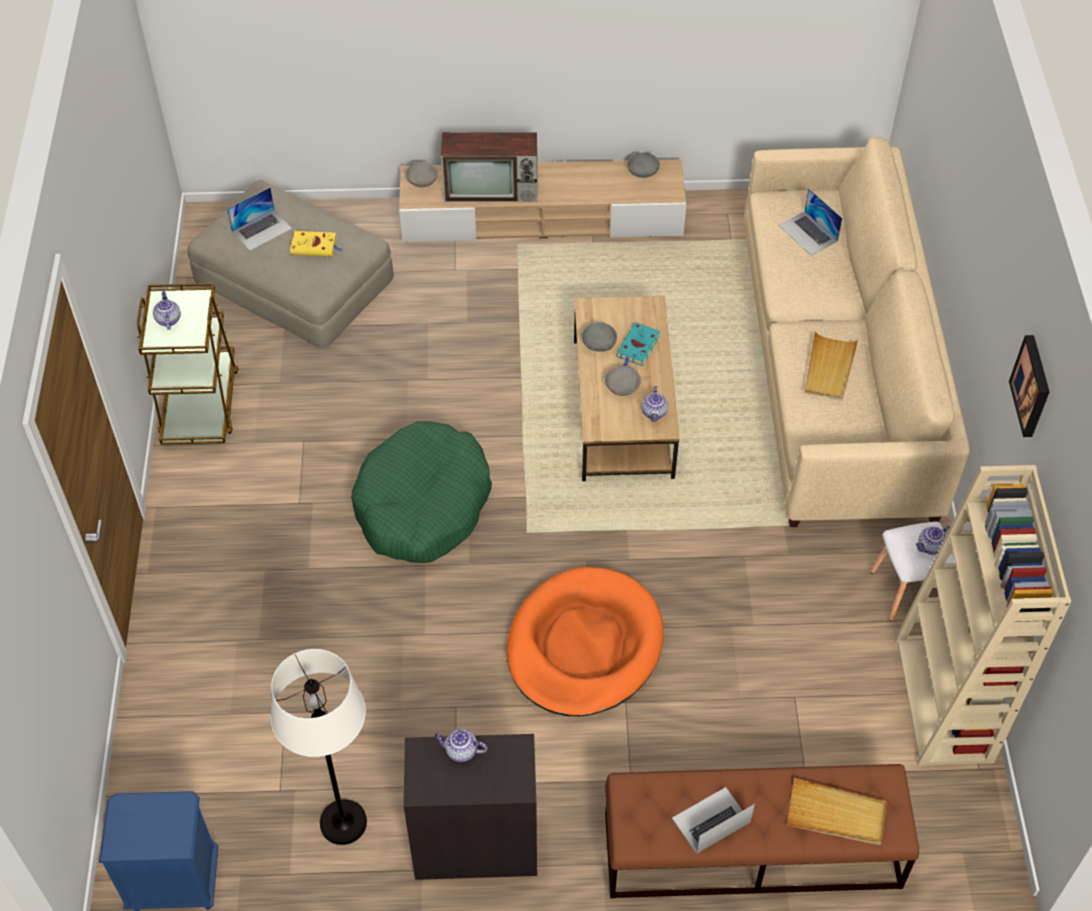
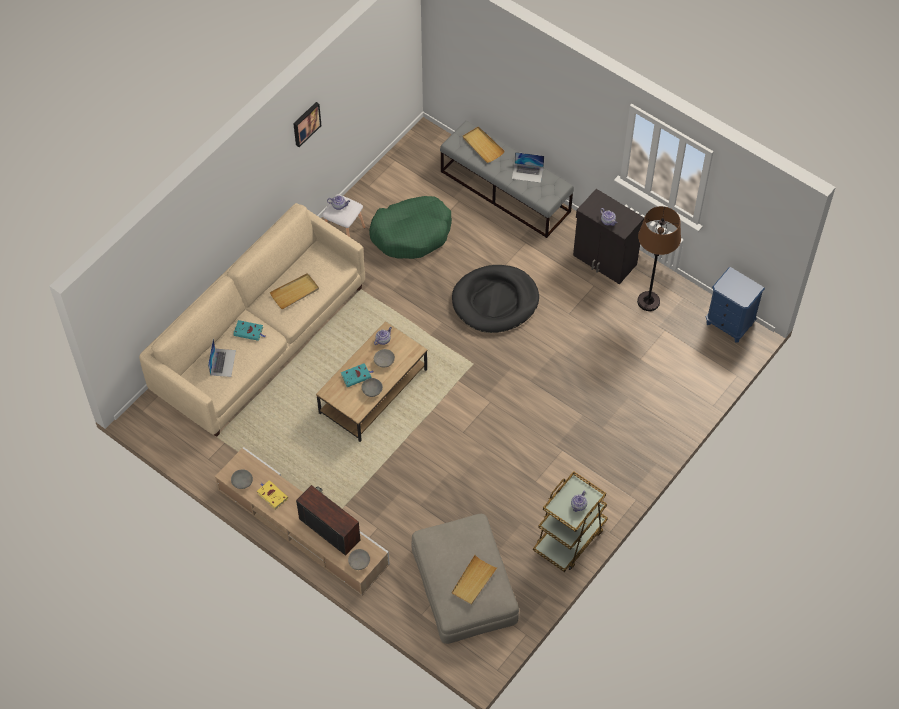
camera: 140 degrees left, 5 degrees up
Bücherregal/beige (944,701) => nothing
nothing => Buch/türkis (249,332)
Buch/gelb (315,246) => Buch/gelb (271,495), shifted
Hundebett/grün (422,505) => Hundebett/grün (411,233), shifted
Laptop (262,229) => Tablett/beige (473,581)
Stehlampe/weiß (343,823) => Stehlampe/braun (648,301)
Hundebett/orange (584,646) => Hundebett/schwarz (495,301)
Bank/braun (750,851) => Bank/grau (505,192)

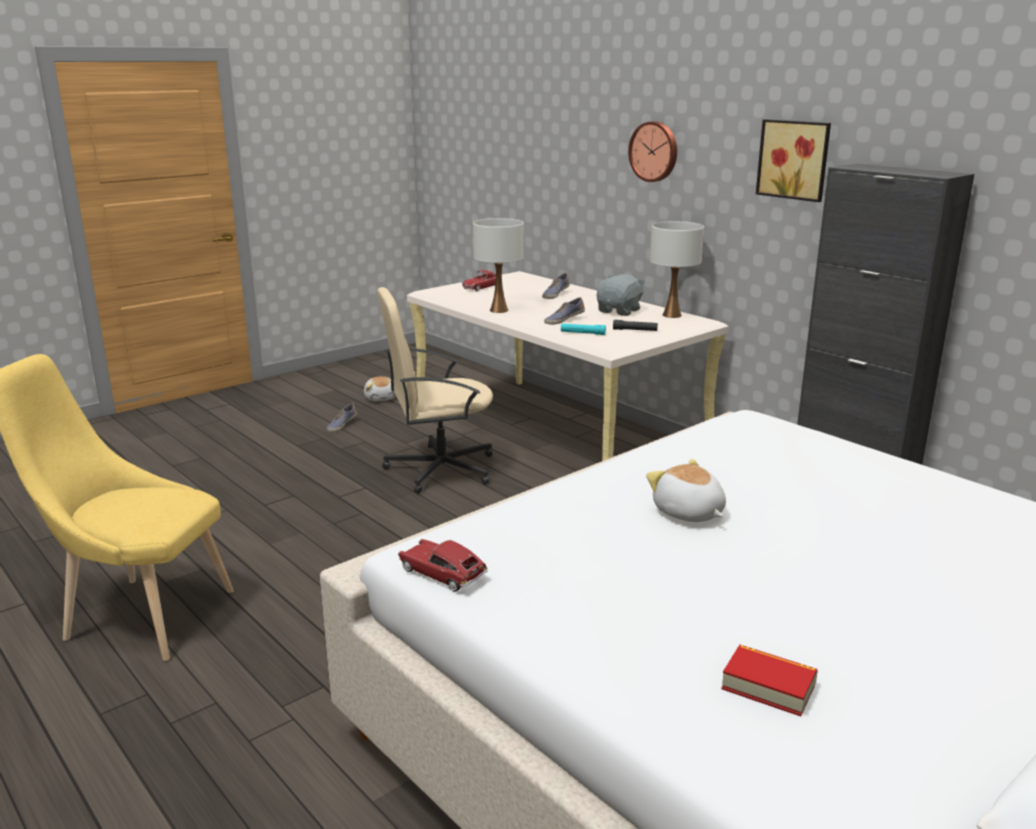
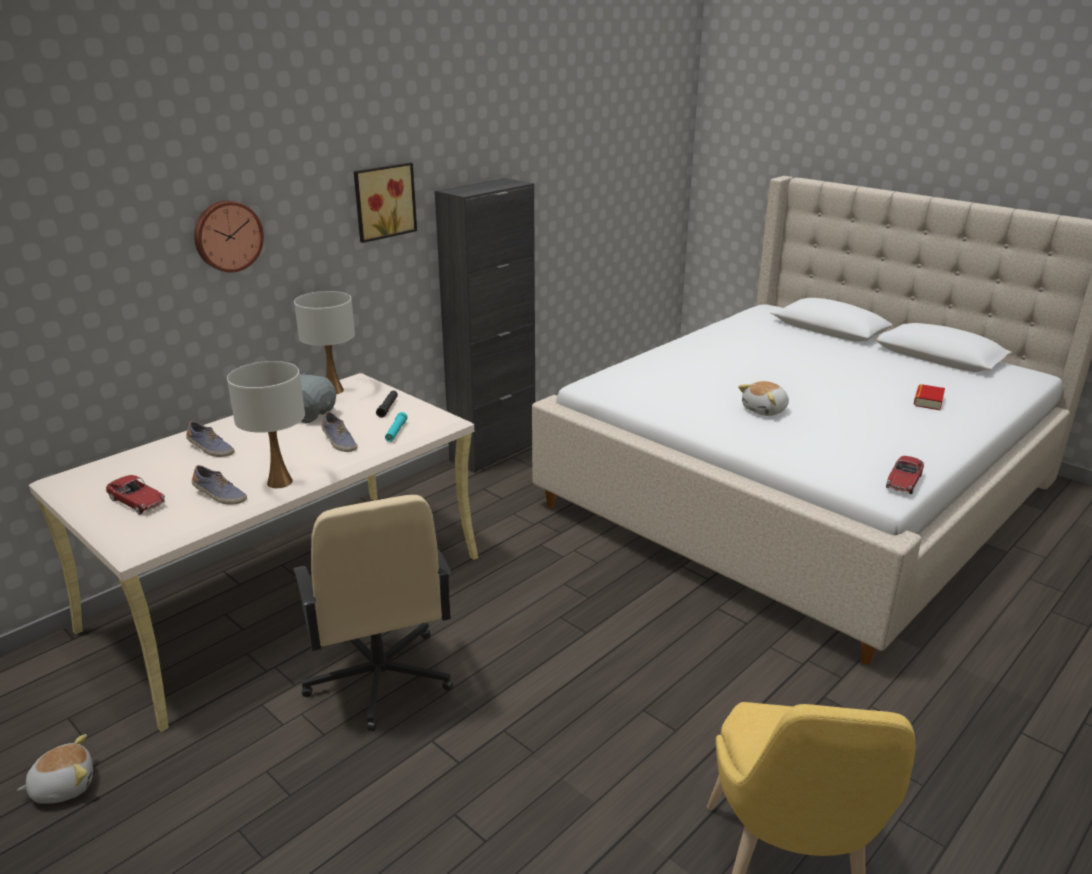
camera: 95 degrees left, 5 degrees up
Schuh (341,425) => Schuh (219,496), shifted

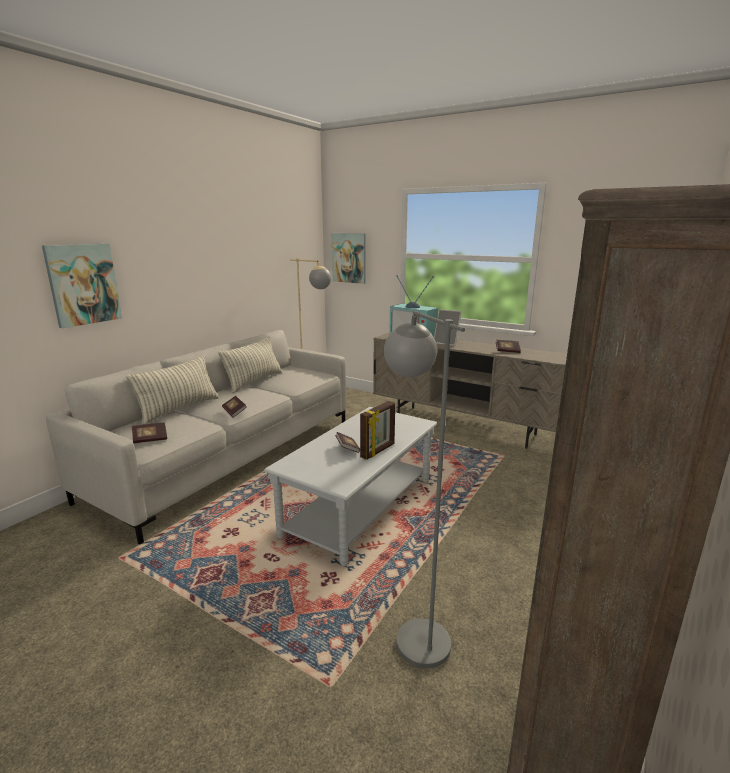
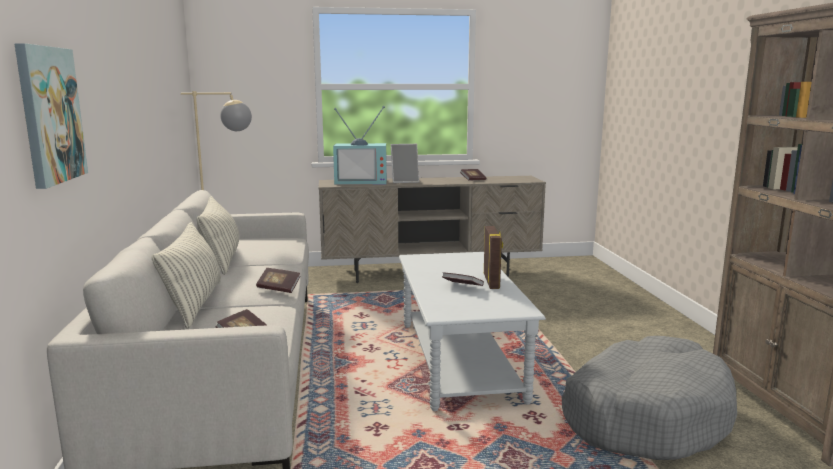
camera: 40 degrees left, 5 degrees down
Bild (349,258) => nothing
Stehlampe/grau (413,629) => Hundebett/grau (645,416)

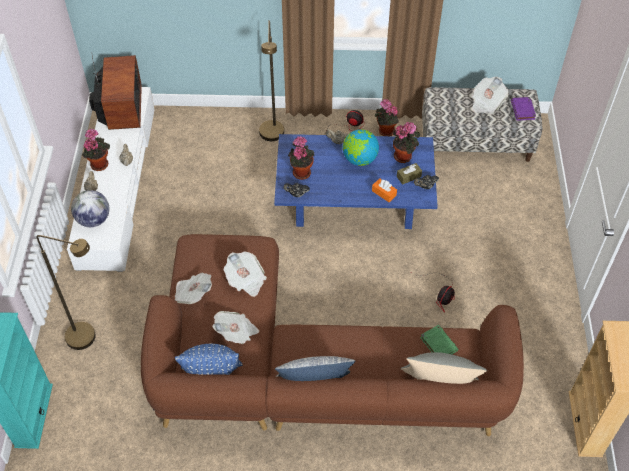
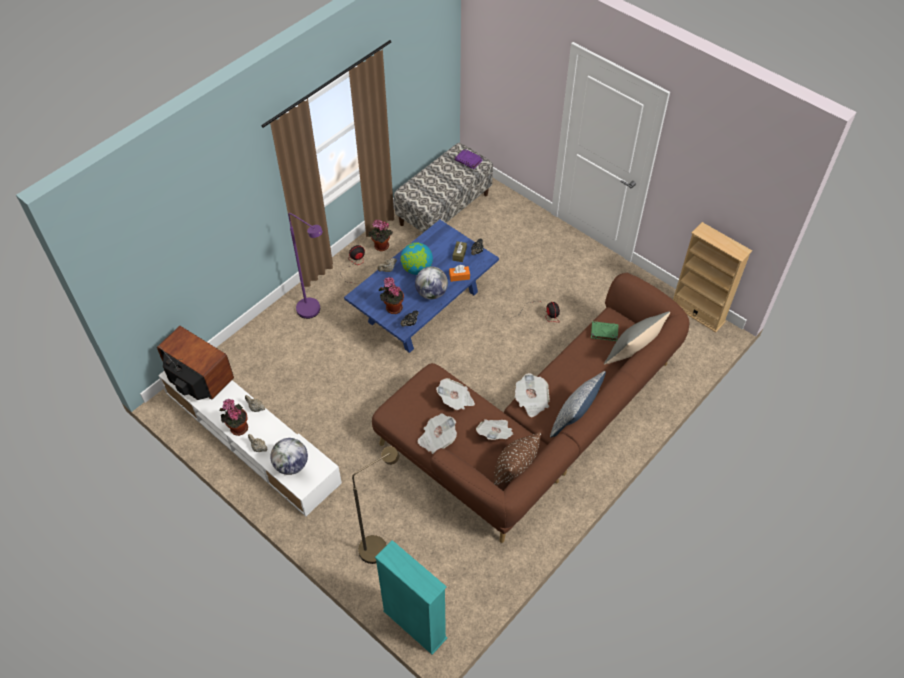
camera: 50 degrees left, 0 degrees up
Topfpflanze (404,156) => nothing
nothing => Globus (431,293)
Zeitung (486,103) => Zeitung (531,401), shifted
Kissen/blau (212,374) => Kissen/braun (514,470)
Stehlampe/braun (272,137) => Stehlampe/lila (314,312)

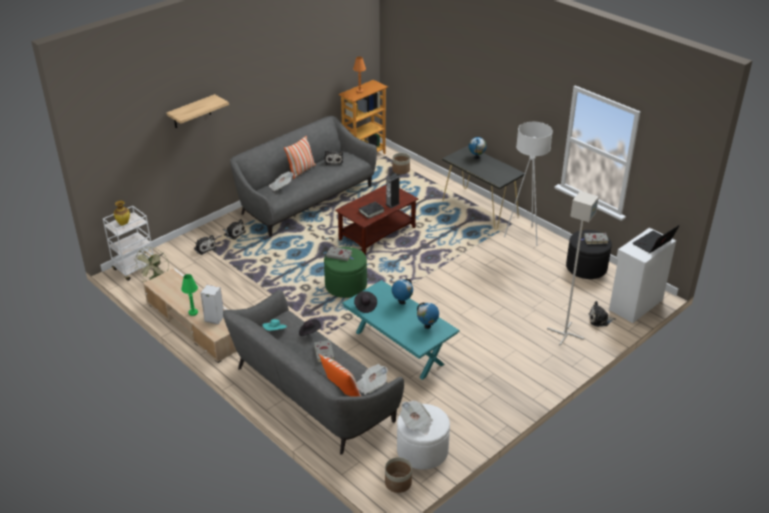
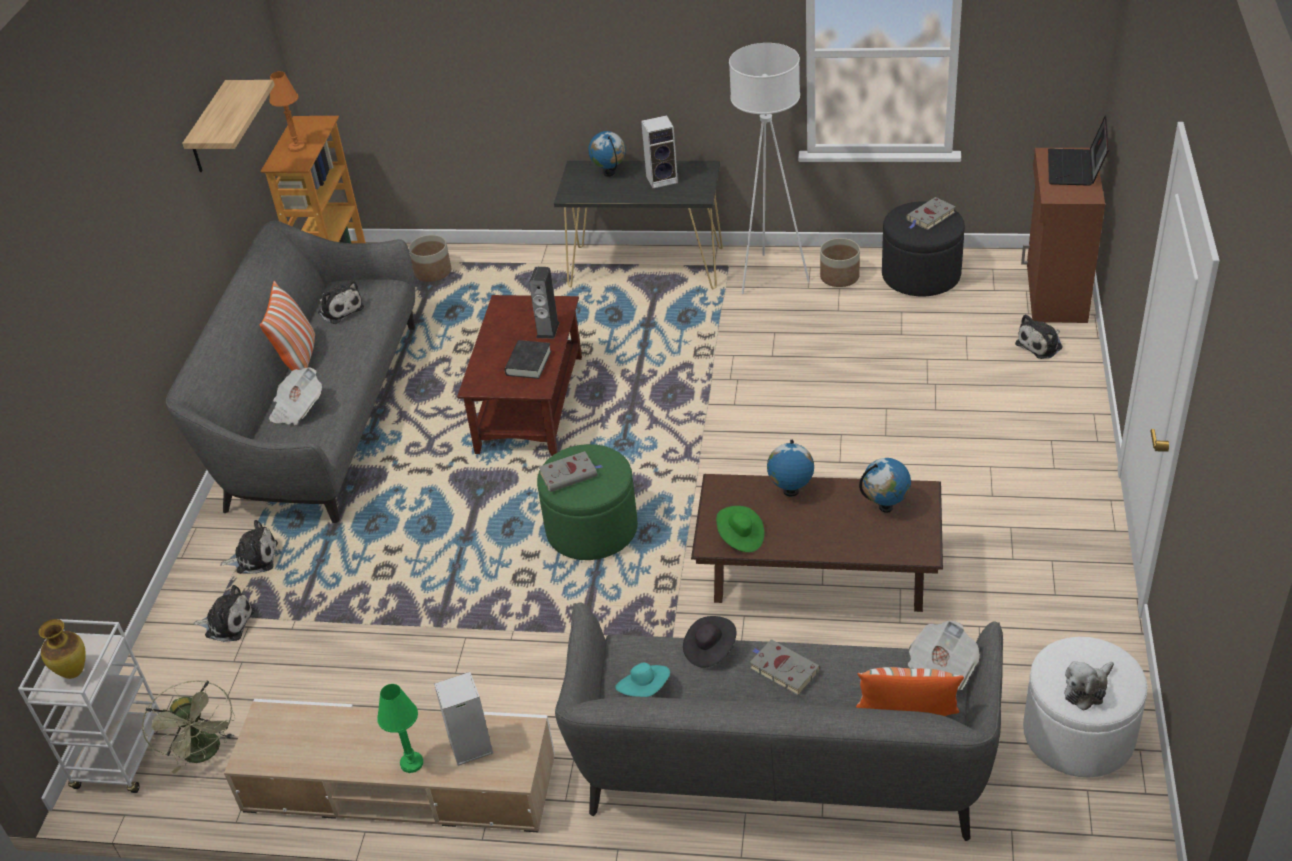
camera: 35 degrees left, 5 degrees up
Stehlampe/grau (565,334) => nothing
nothing => Lautsprecher (663,179)
Wandregal (192,112) => Wandregal (209,129), shifted
Pflanzkübel (398,483) => Pflanzkübel (840,277), shifted
Zeitung (416,424) => Plüschtier (1087,689)
Couchtisch/türkis (399,348) => Couchtisch/braun (818,582)
Hut/schwarz (365,306) => Hut/grün (740,538)
Schrank/weiß (635,304) => Schrank/braun (1054,293)

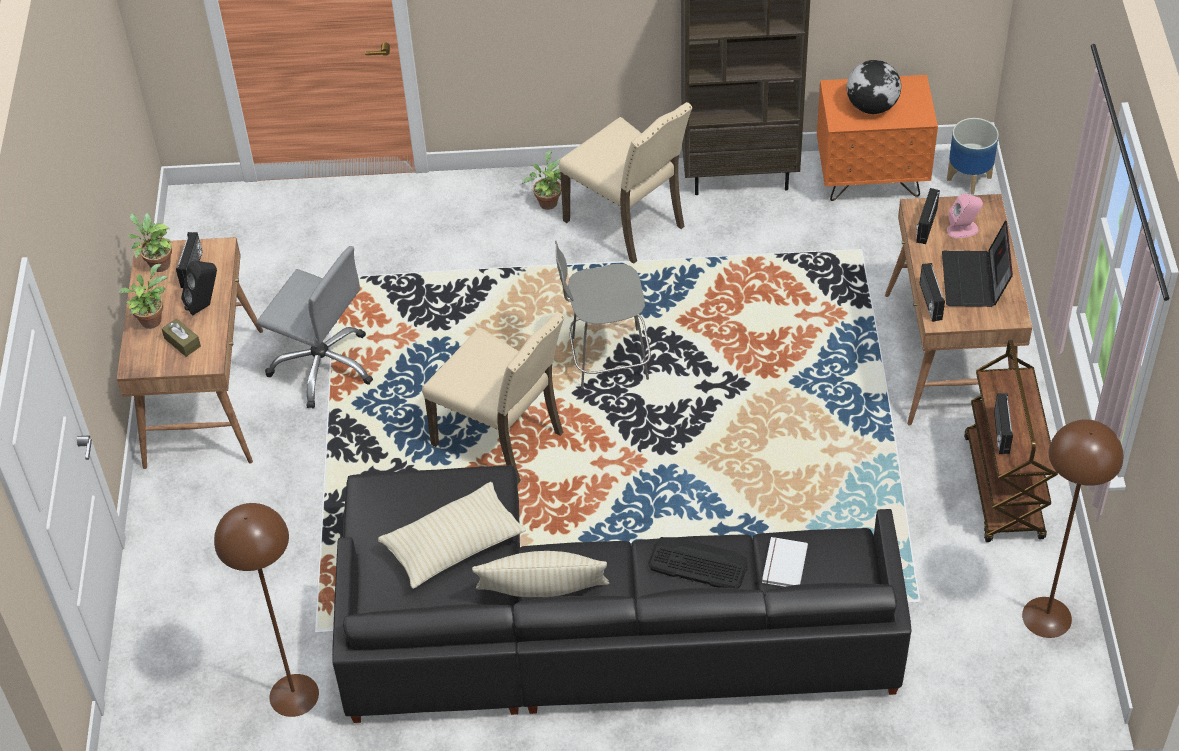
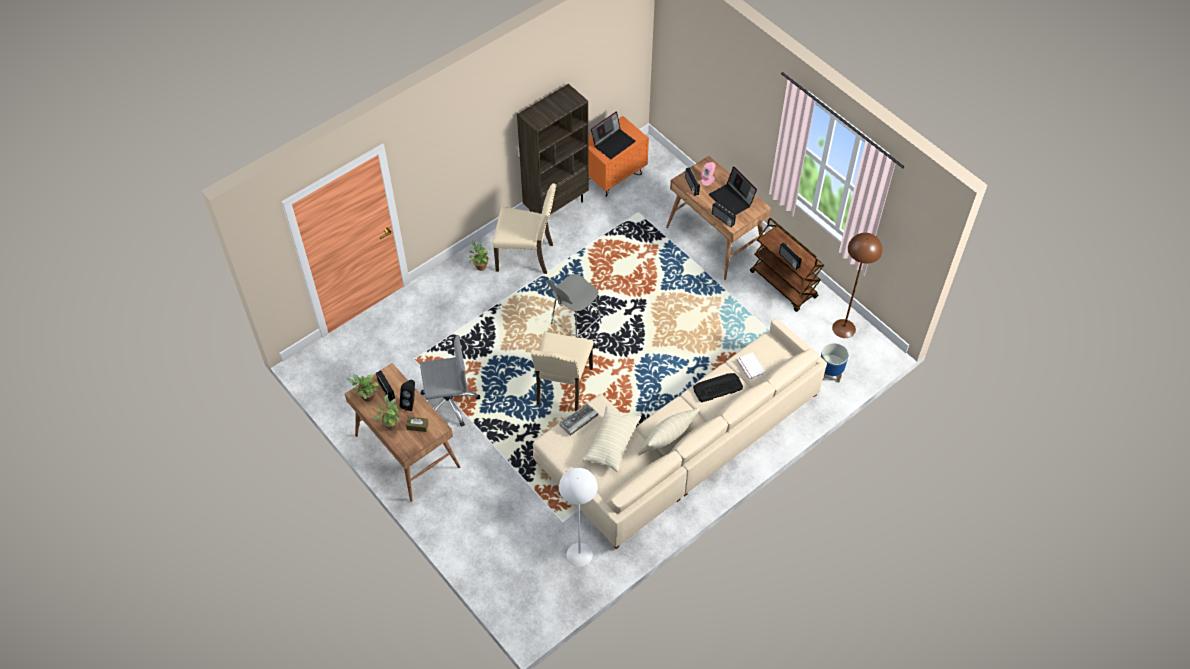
camera: 40 degrees left, 5 degrees up
nothing => Tastatur (578,421)
Pflanzkübel (968,179) => Pflanzkübel (829,374), shifted
Globus (872,106) => Laptop (613,142)
Stehlampe/braun (293,695) => Stehlampe/weiß (579,554)
Sofa/schwarz (587,633) => Sofa/beige (676,448)
Stuhl/beige (502,438) => Stuhl/beige (562,387), 105 degrees clockwise

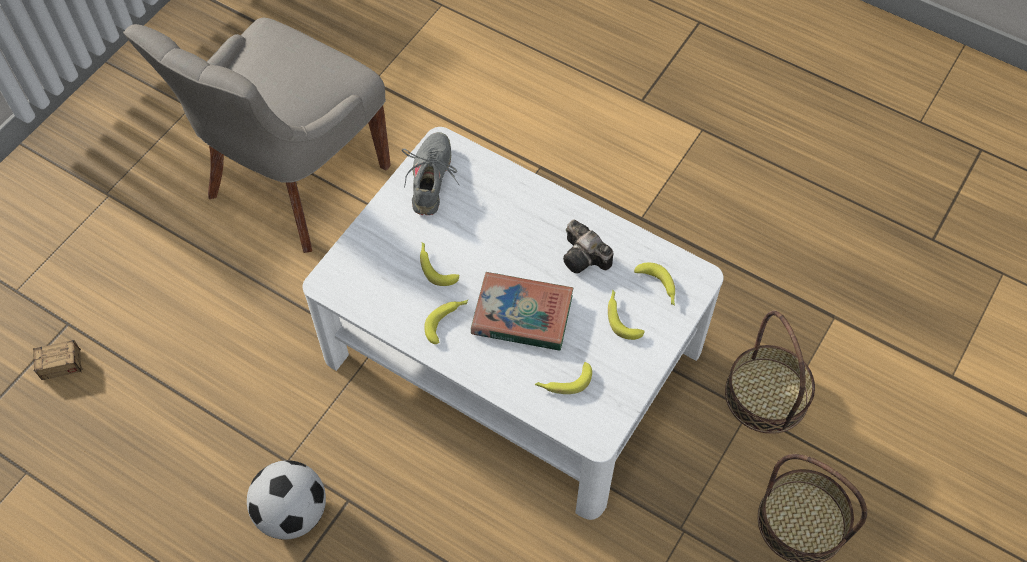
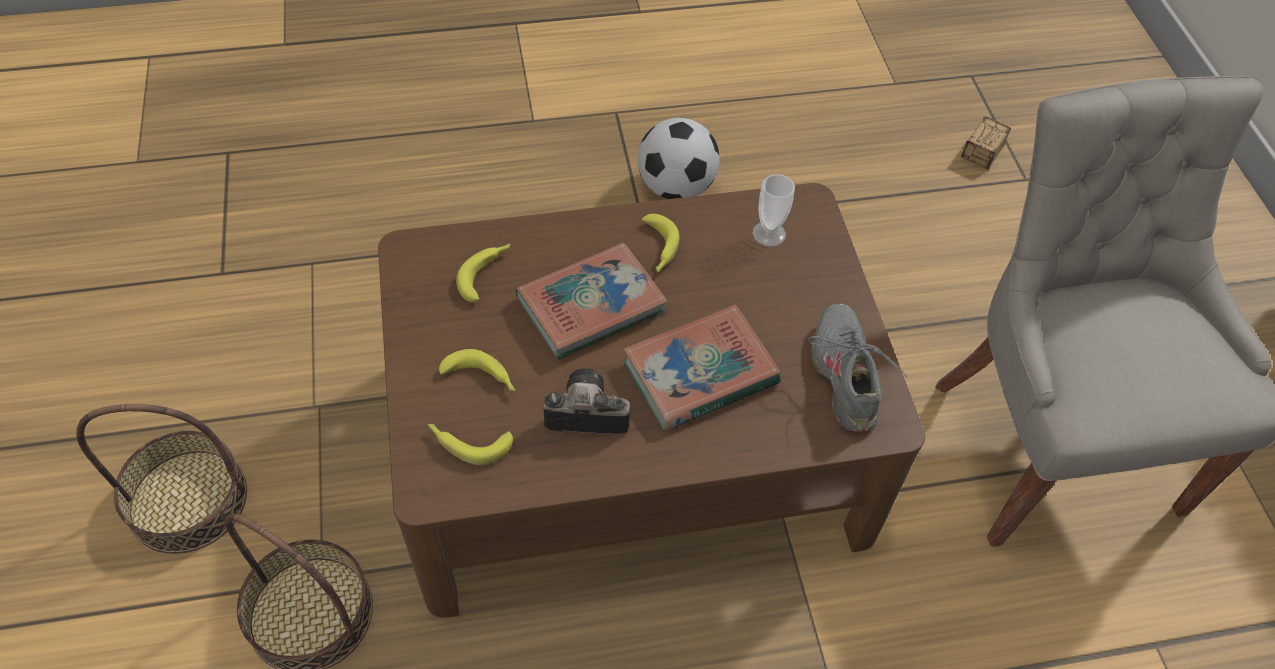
camera: 135 degrees right, 5 degrees down
Banane (435,266) => nothing
nothing => Buch (700,373)
nothing => Tasse (769,234)
Couchtisch/weiß (514,352) => Couchtisch/braun (631,445)
Schuh/grau (432,179) => Schuh/grau (846,375), 150 degrees counterclockwise

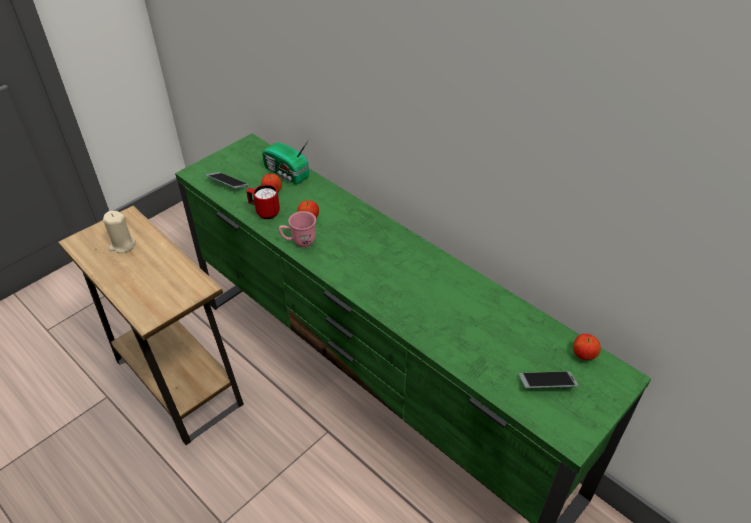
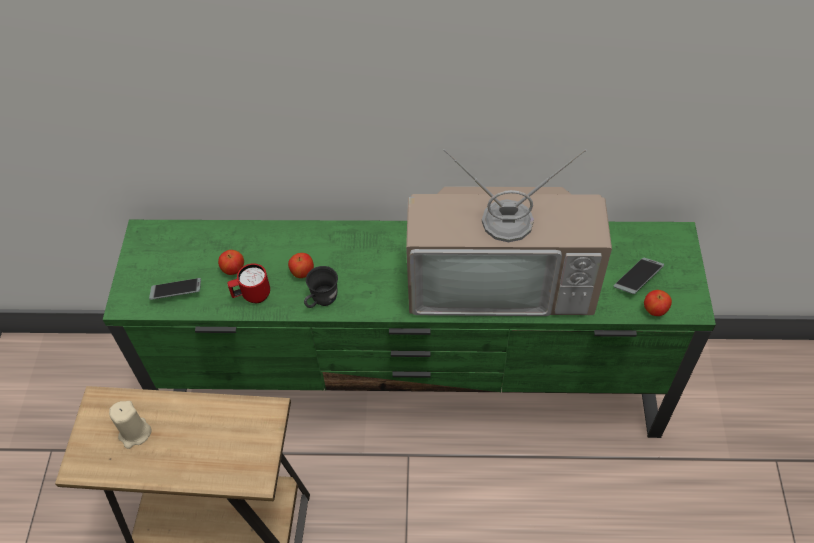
camera: 40 degrees left, 10 degrees up
Radio (286,173) => nothing
nothing => Fernseher (501,279)
Apfel (583,355) => Apfel (655,310), shifted
Henkelbecher/rosa (299,242) => Henkelbecher/grau (321,301)

